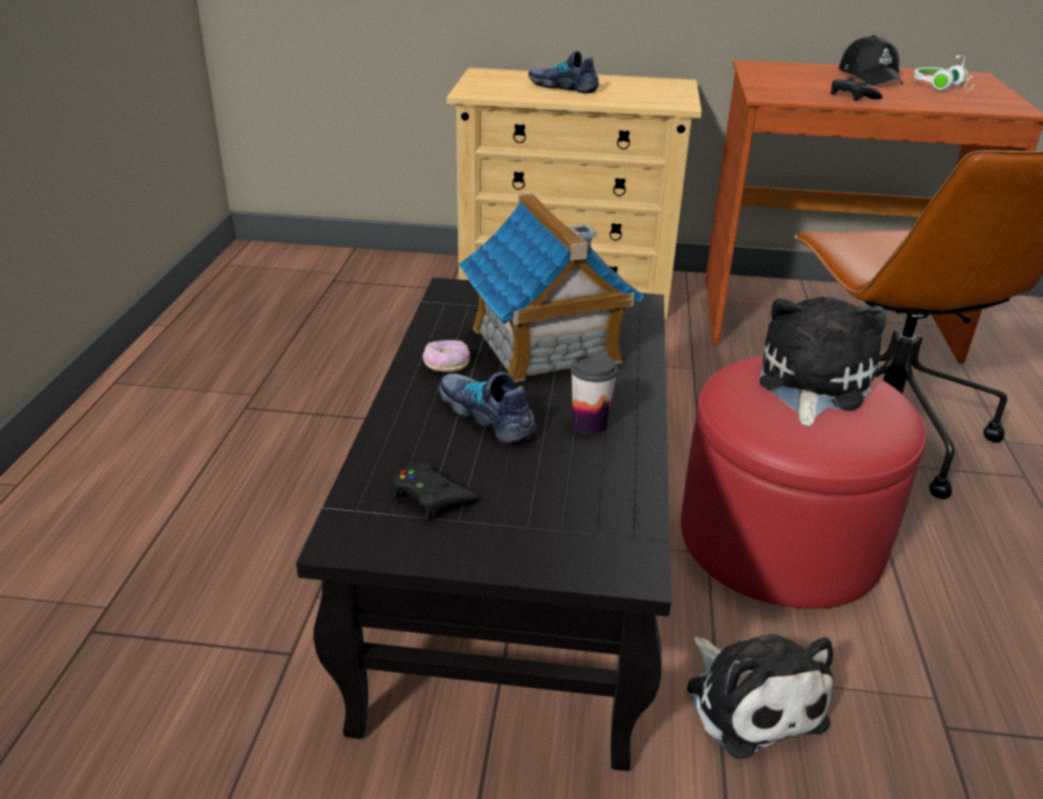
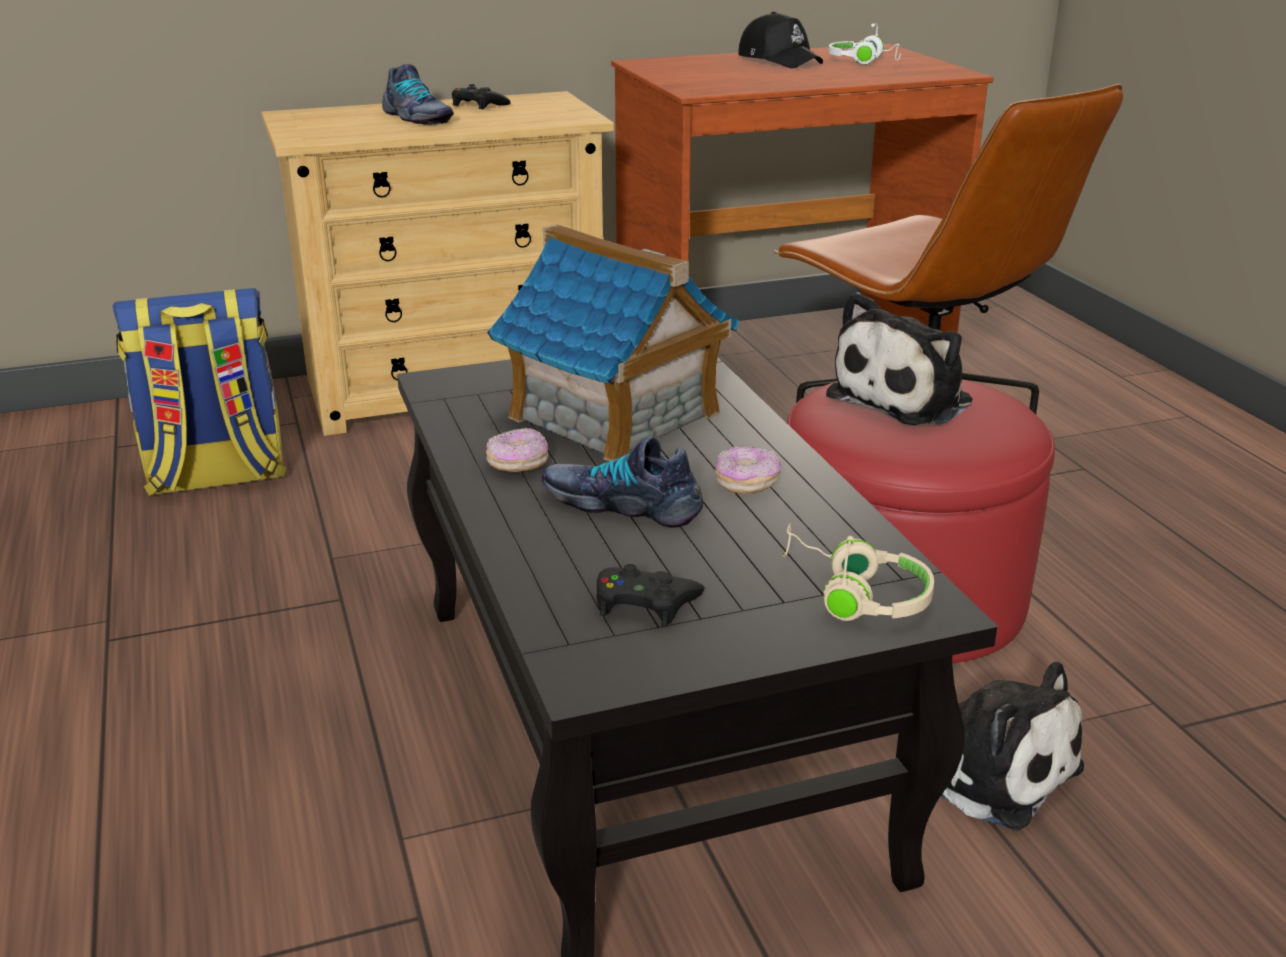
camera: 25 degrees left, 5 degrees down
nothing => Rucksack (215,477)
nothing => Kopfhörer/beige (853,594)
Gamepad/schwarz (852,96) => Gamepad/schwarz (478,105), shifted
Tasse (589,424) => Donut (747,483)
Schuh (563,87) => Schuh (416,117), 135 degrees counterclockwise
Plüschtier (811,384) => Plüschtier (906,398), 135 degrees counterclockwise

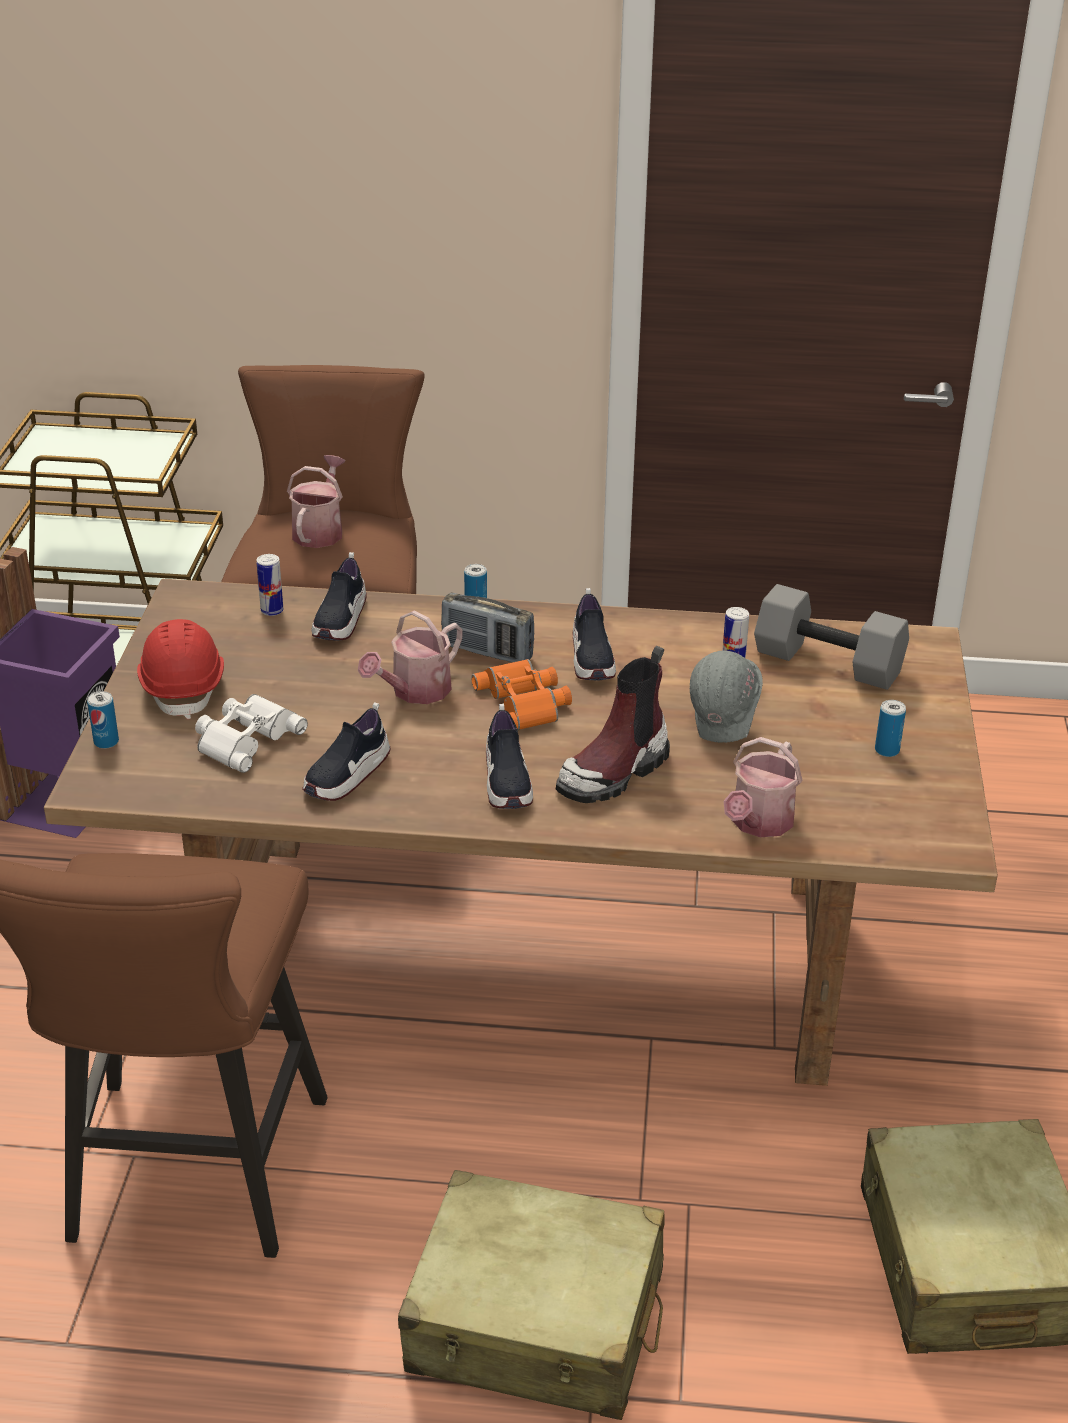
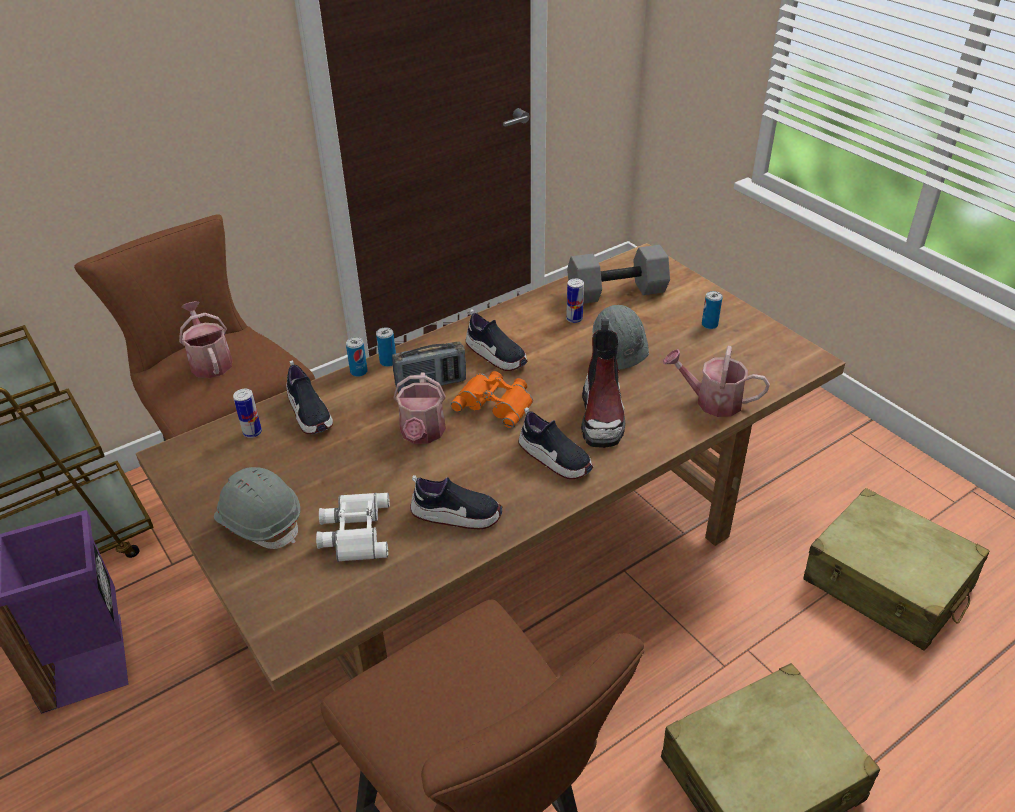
camera: 40 degrees left, 5 degrees up
Dose (106,742) => Dose (359,372), shifted
Schutzhelm/rot (184,687) => Schutzhelm/grau (260,521)
Schuh (347,775) => Schuh (456,515), 75 degrees counterclockwise
Gießkanne (758,823) => Gießkanne (712,401), 120 degrees clockwise

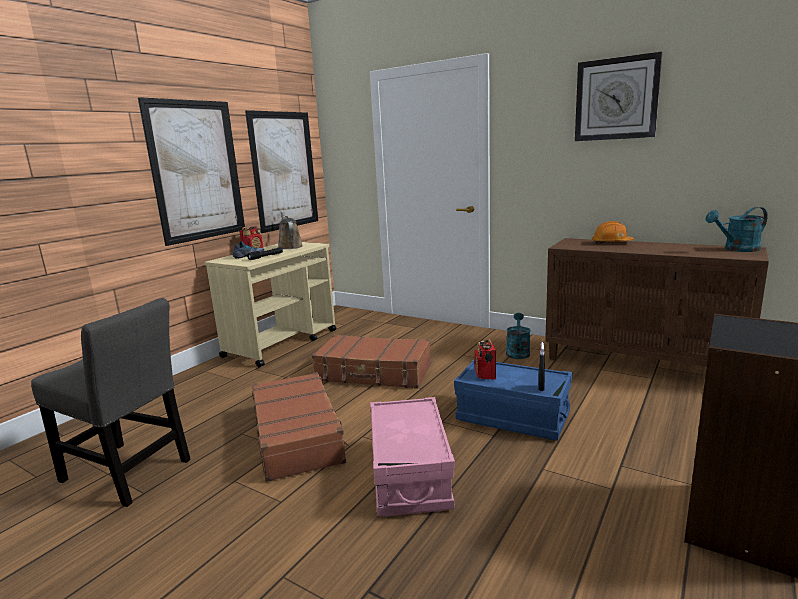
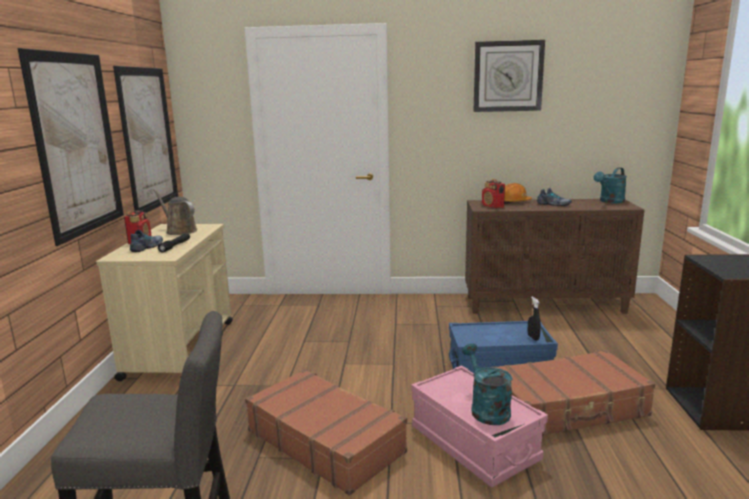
camera: 30 degrees left, 0 degrees up
nothing => Schuh (553,204)
Koffer/braun (374,373) => Koffer/braun (568,408), shifted
Radio (485,374) => Radio (493,206), shifted
Gießkanne/türkis (517,352) => Gießkanne/türkis (486,409), shifted

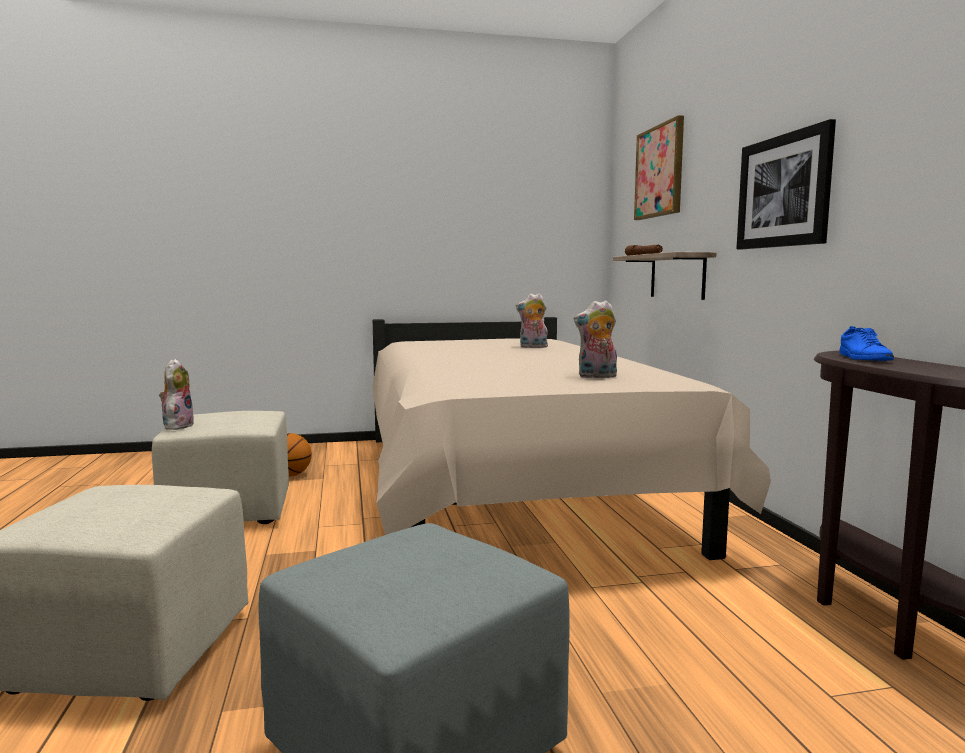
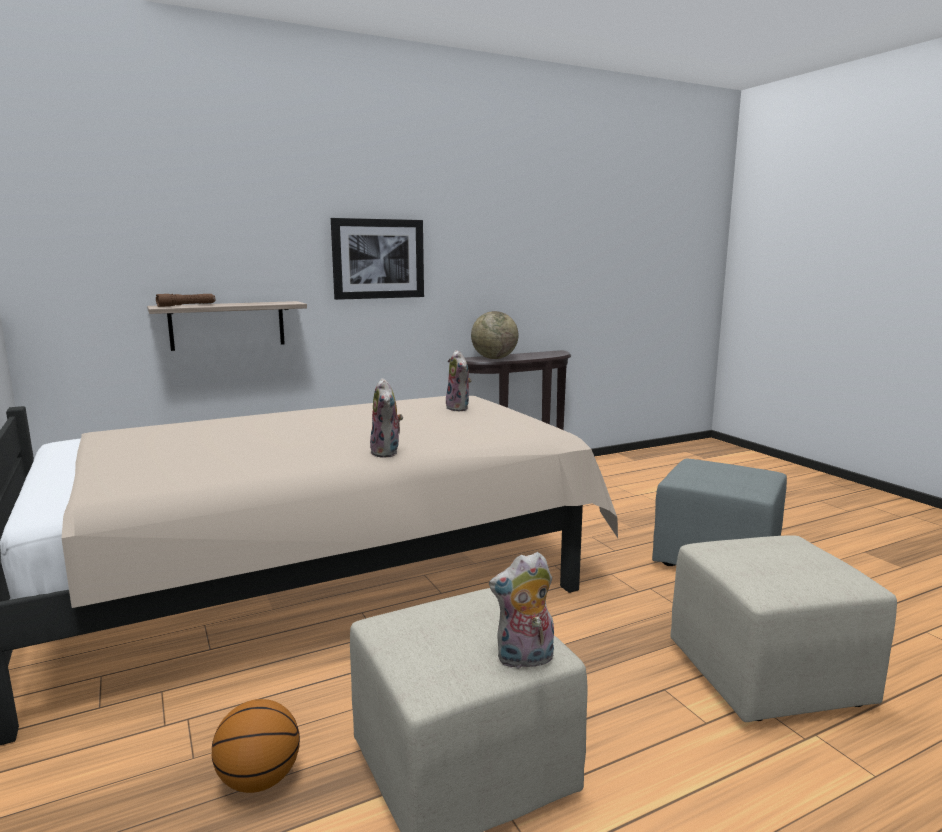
camera: 105 degrees left, 5 degrees up
Bild (660,171) => nothing
Plüschtier (532,347) => Plüschtier (387,452), shifted
Schuh/blau (864,358) => Globus (494,358)

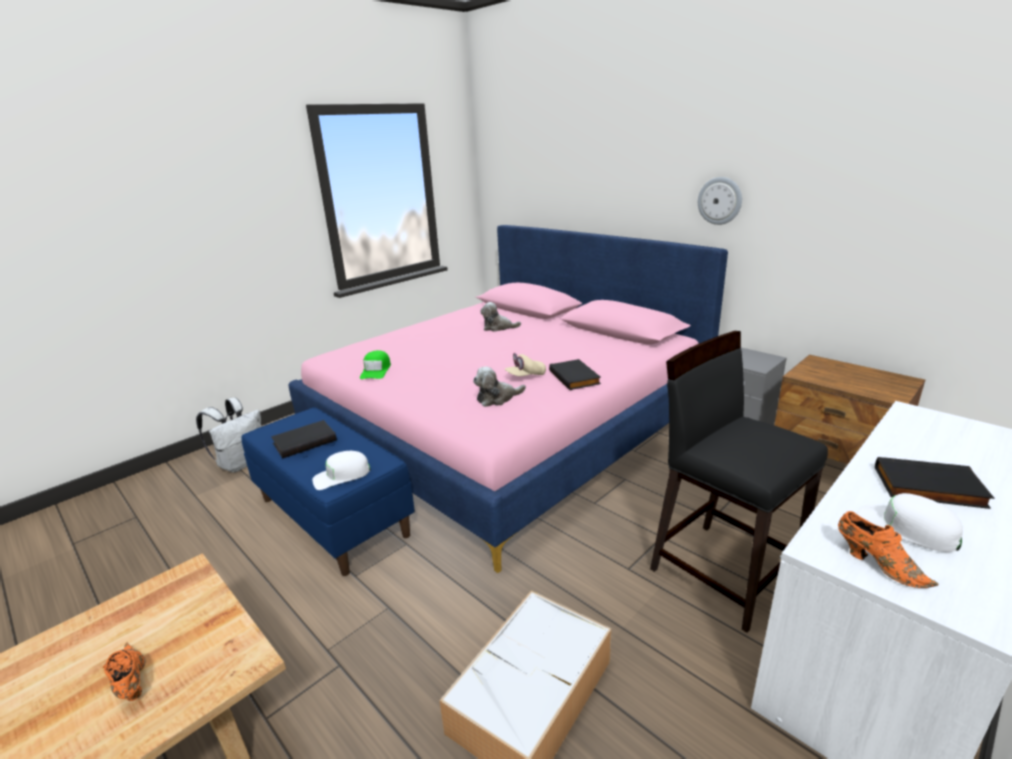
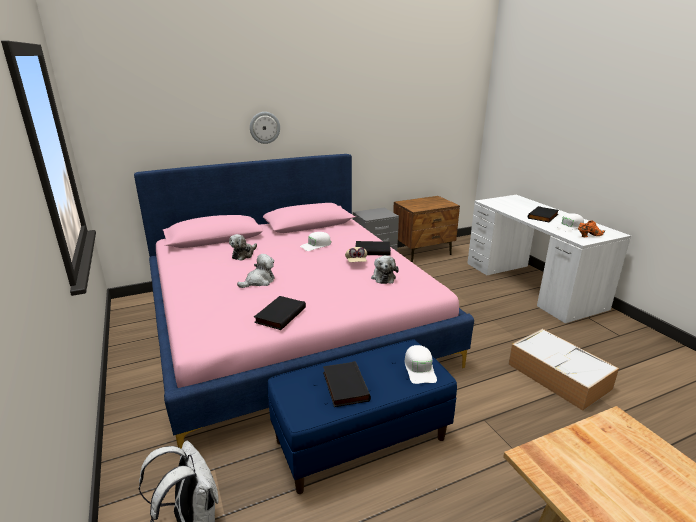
camera: 70 degrees left, 0 degrees up
Schuh/orange (131,683) => nothing
Hocker/schwarz (722,571) => nothing
nothing => Plüschtier (259,281)
nothing => Kappe/weiß (316,245)
Wanduhr (720,201) => Wanduhr (264,127), shifted
Kappe/grün (376,370) => Buch/schwarz (279,315)

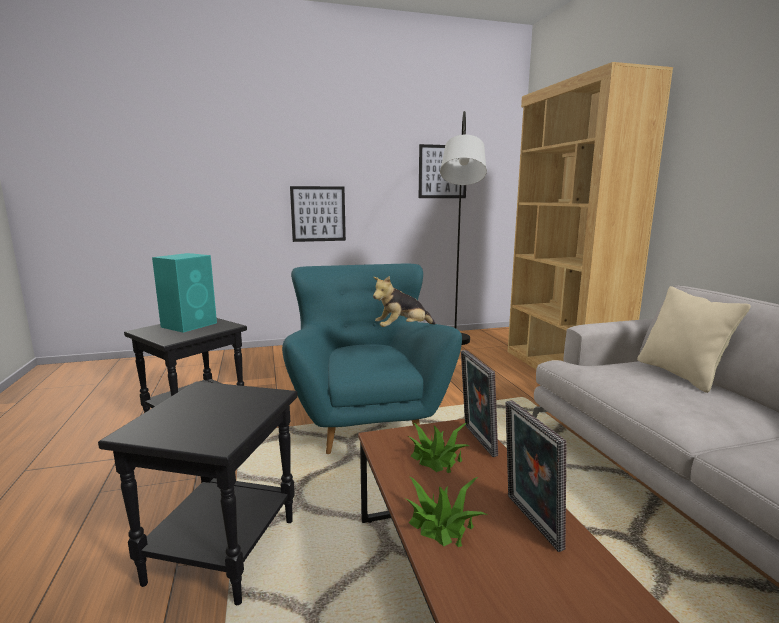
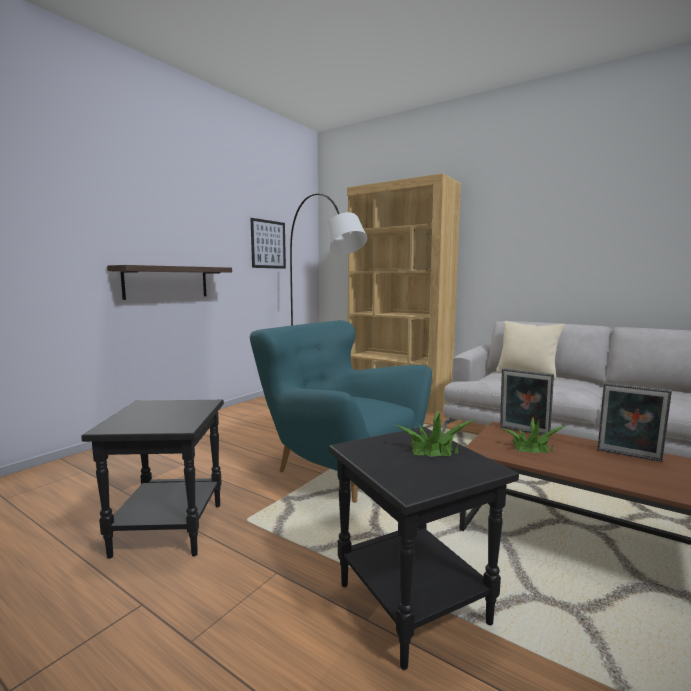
camera: 40 degrees left, 5 degrees down
Lautsprecher/türkis (190,325) => nothing
Plüschtier (402,329) => nothing
Topfpflanze (442,525) => Topfpflanze (433,449), shifted
Bild (318,214) => Wandregal (166,282)

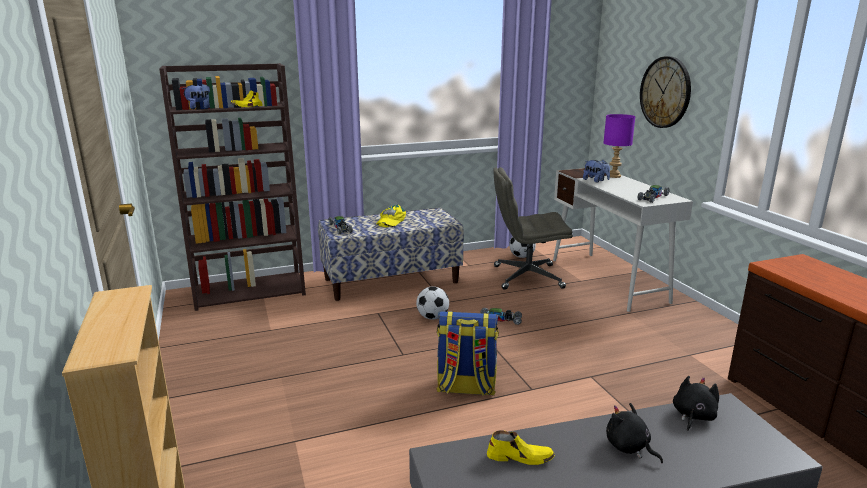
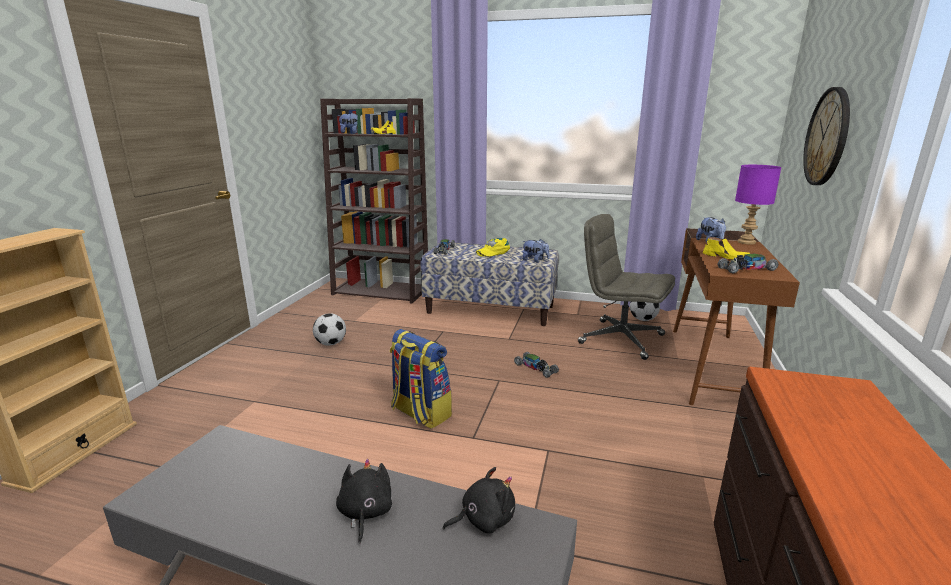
camera: 35 degrees right, 0 degrees up
nothing => Plüschtier (535,260)
Fußball (432,317) => Fußball (331,343), shifted
Schuh/gelb (520,457) => Schuh/gelb (726,257), shifted
Schreibtisch/weiß (608,280) => Schreibtisch/braun (712,366)

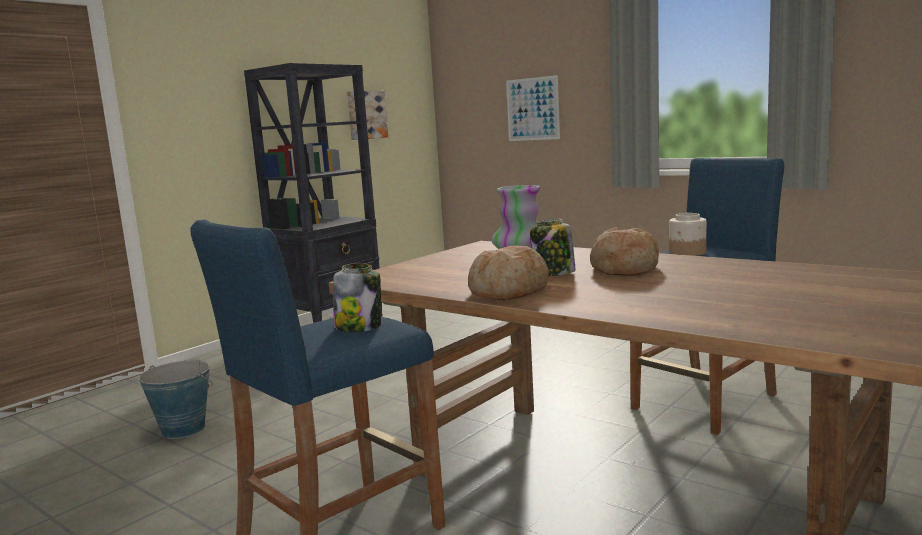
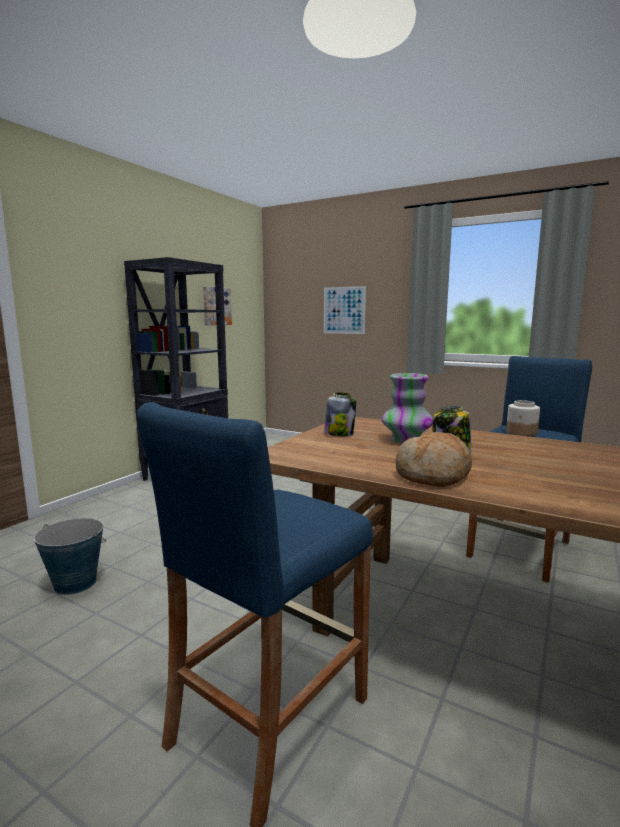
camera: 10 degrees left, 0 degrees up
Brot (623,269) => nothing
Vorratsglas (359,327) => Vorratsglas (339,433), shifted

